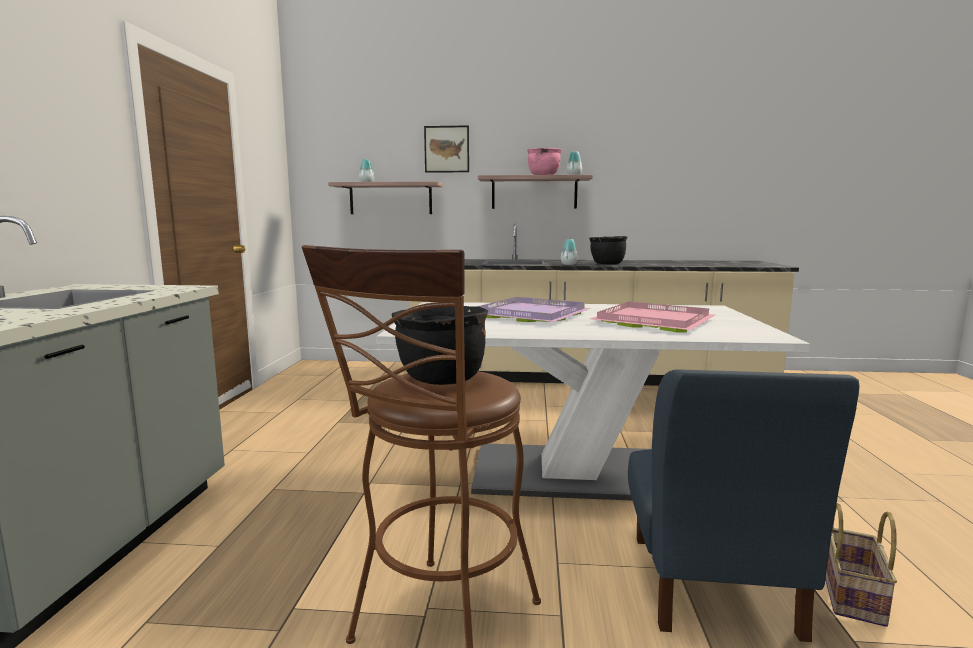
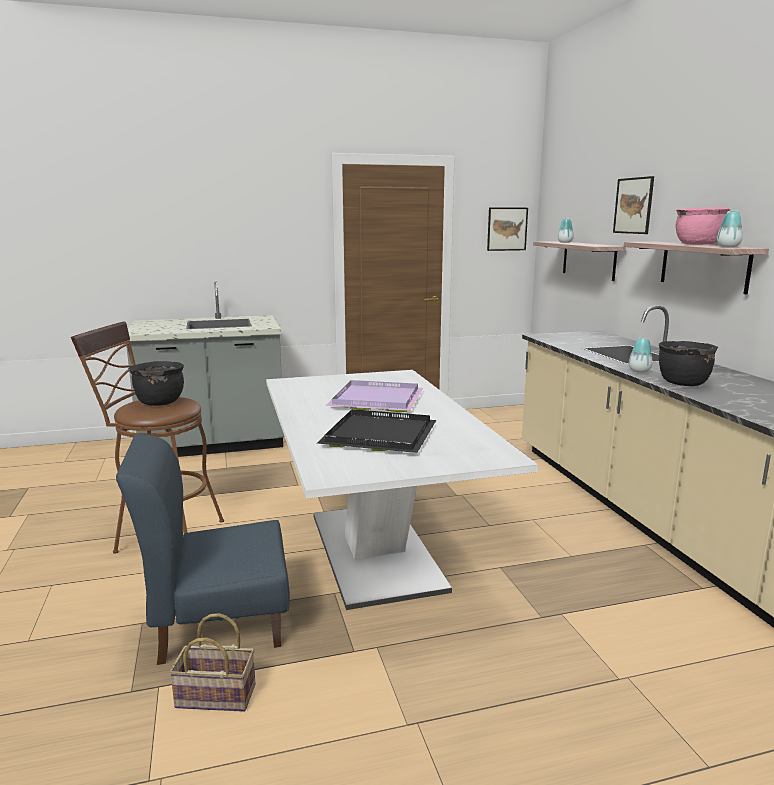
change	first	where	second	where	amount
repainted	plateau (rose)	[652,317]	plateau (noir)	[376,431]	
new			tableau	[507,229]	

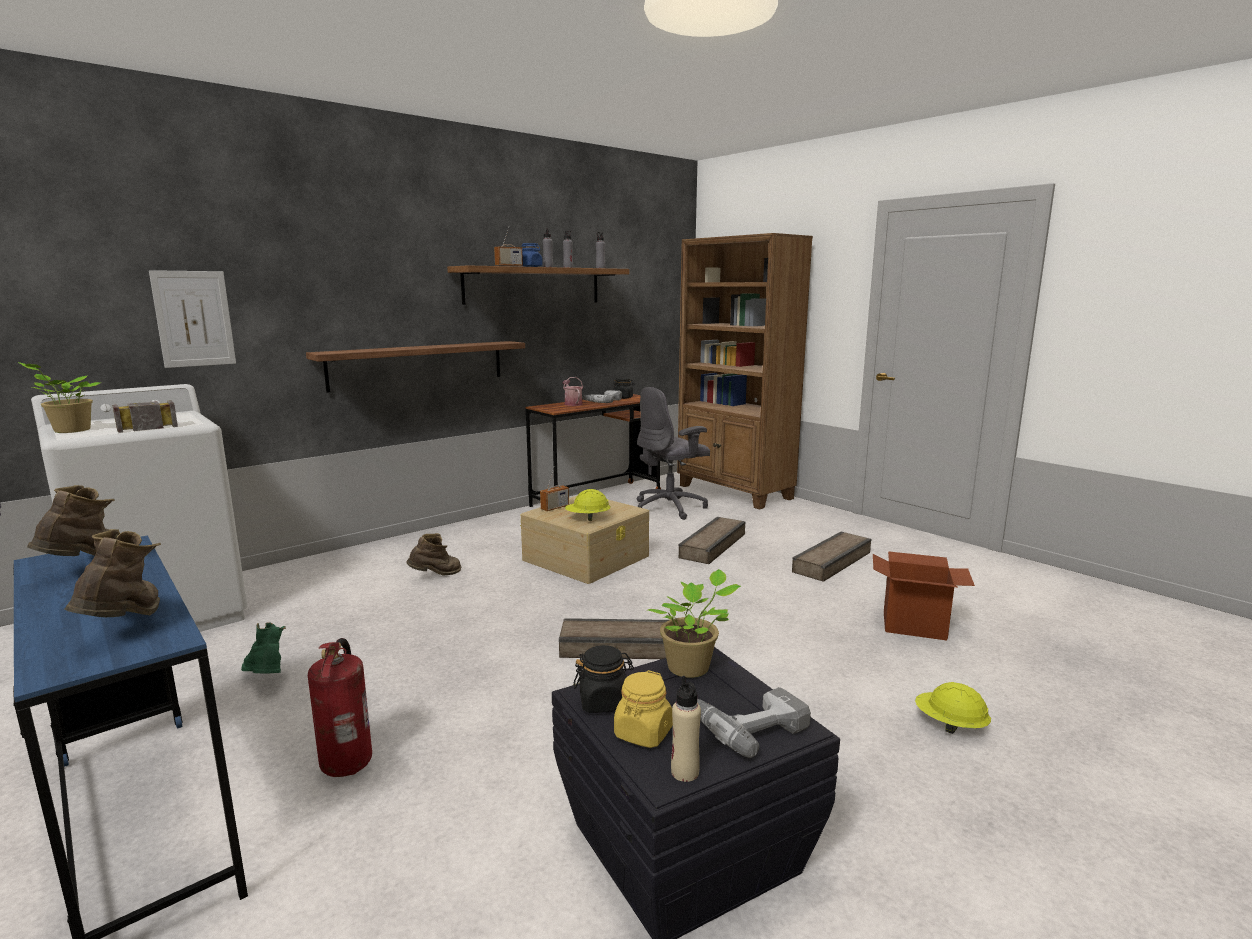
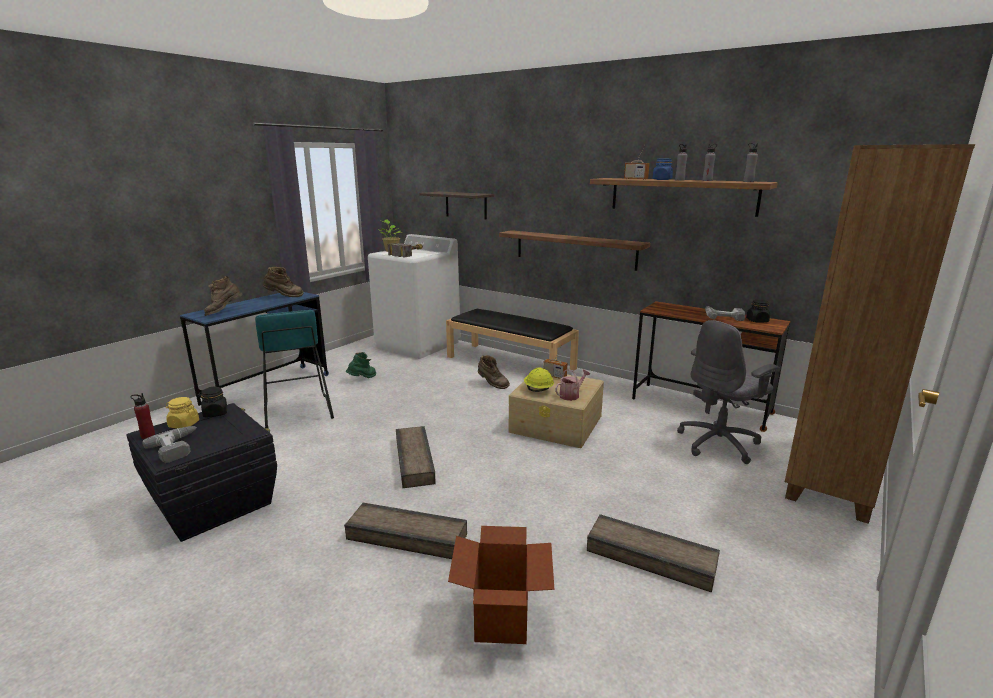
change	first	where	second	where	amount
swapped	tableau	[192,319]	étagère	[456,205]	
shifted	arrosoir	[572,391]		[572,385]	
rotated	chaise de bureau (gris)	[673,453]		[728,392]	75 degrees counterclockwise
shifted	caisse	[712,540]		[405,531]	
rotated	botte (marron)	[112,573]		[223,296]	150 degrees clockwise
gone	plante en pot	[694,623]			
swapped	extincteur	[340,707]	tabouret (turquoise)	[294,369]	
repainted	bouteille (beige)	[686,729]	bouteille (rouge)	[143,416]	
gone	casque de chantier (jaune)	[953,708]			
new			banc (noir)	[512,340]	

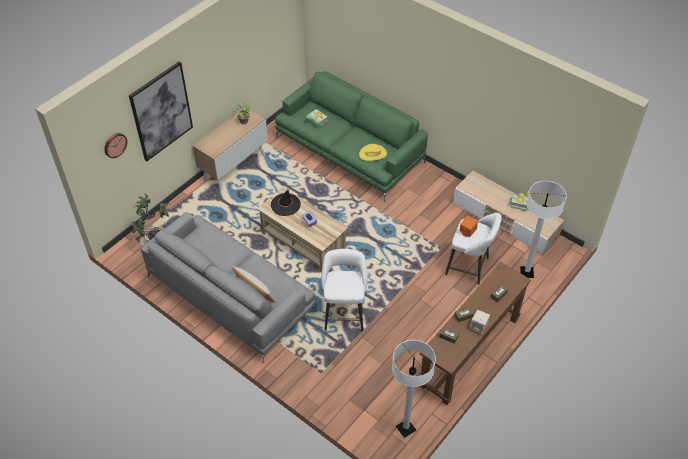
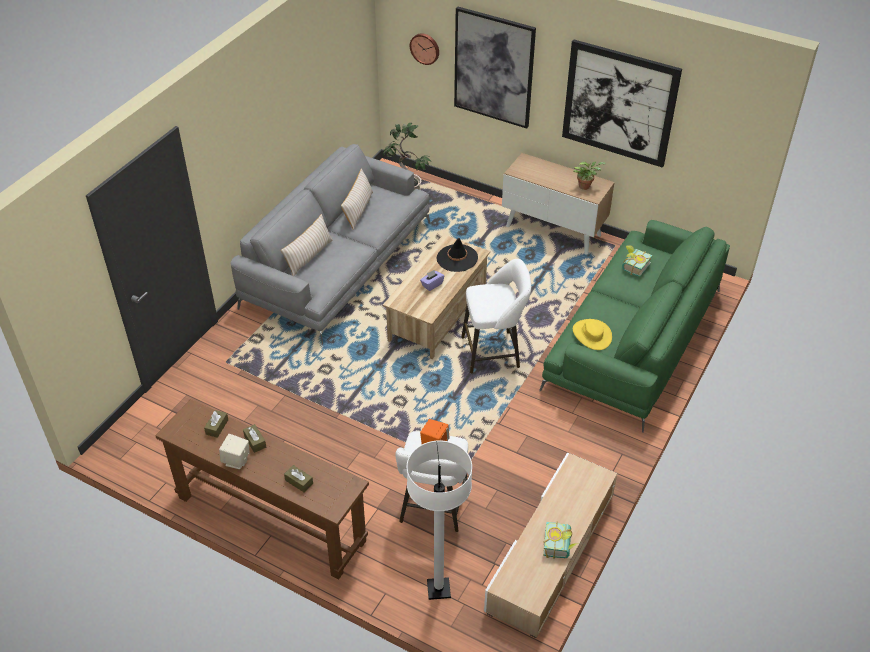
change	first	where	second	where	amount
shifted	tabouret (blanc)	[344,290]		[496,316]	
gone	lampadaire (blanc)	[414,389]			
new			tableau	[622,103]	
new			coussin (beige)	[357,199]	

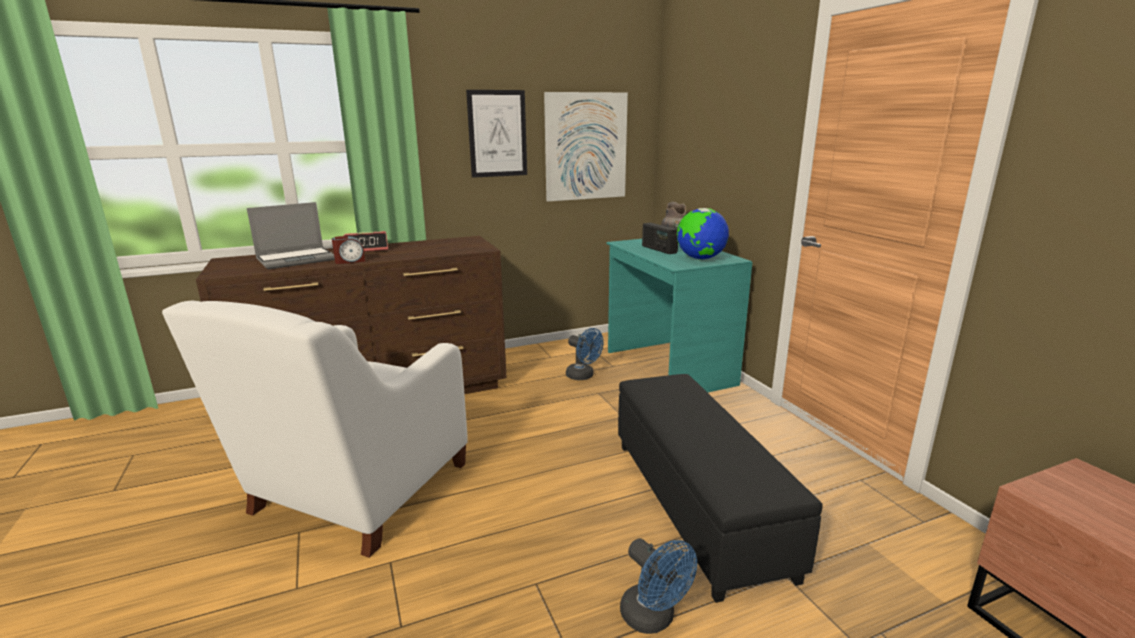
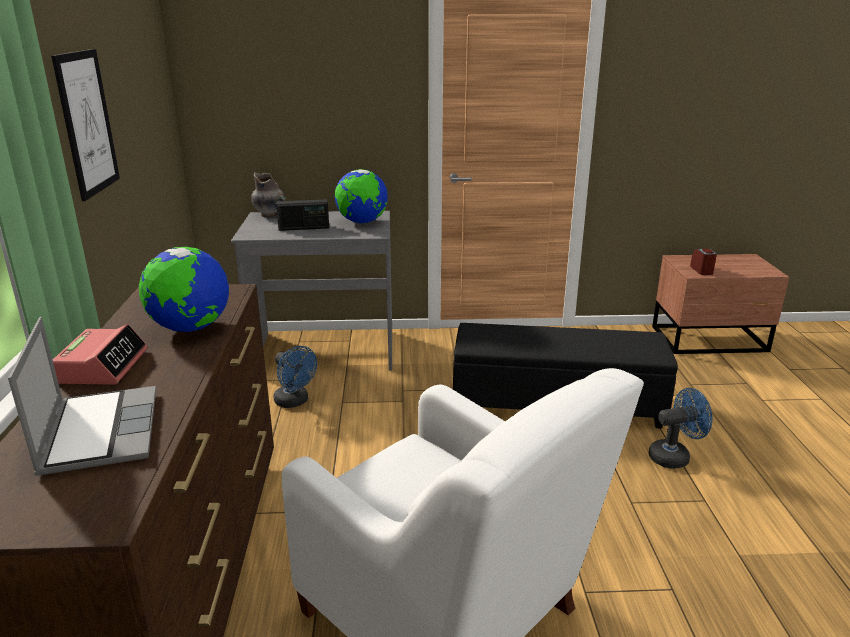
change	first	where	second	where	amount
gone	tableau	[586,147]			
shifted	réveil	[348,250]		[703,262]	
repainted	bureau (turquoise)	[679,316]	bureau (gris)	[311,291]	
rotated	ventilateur (bleu)	[584,354]		[295,377]	75 degrees clockwise
new			globe	[184,289]	

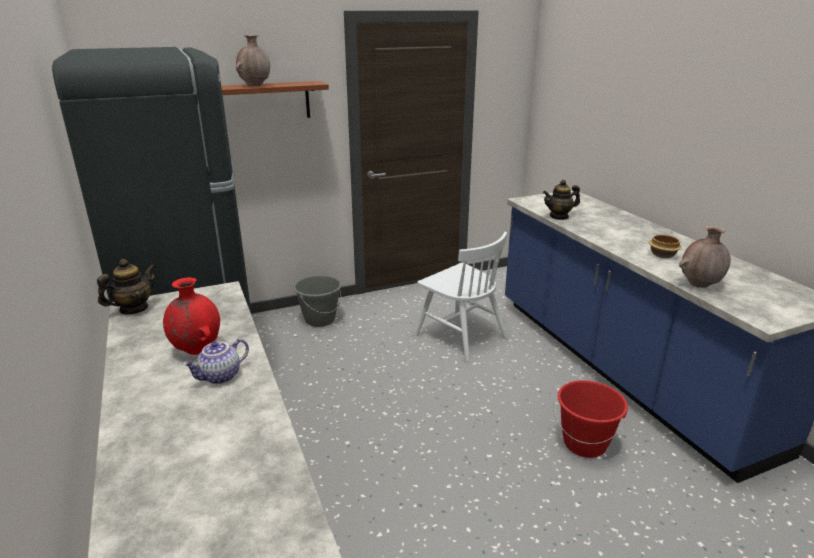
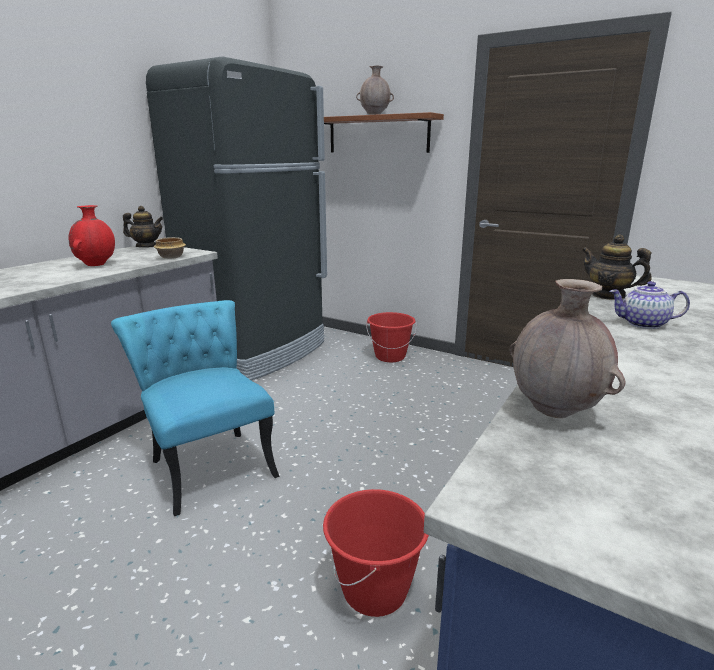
change	first	where	second	where	amount
gone	chaise (blanc)	[461,297]			
shifted	bol	[665,246]		[170,248]	
repainted	seau (gris)	[317,301]	seau (rouge)	[391,337]	
shifted	théière	[215,361]		[649,305]	
new			chaise (turquoise)	[195,408]	

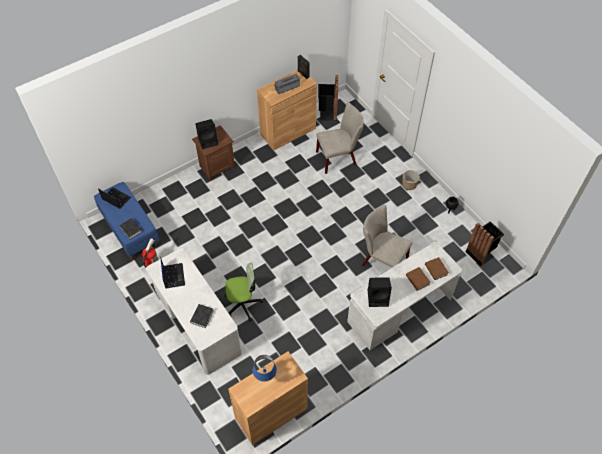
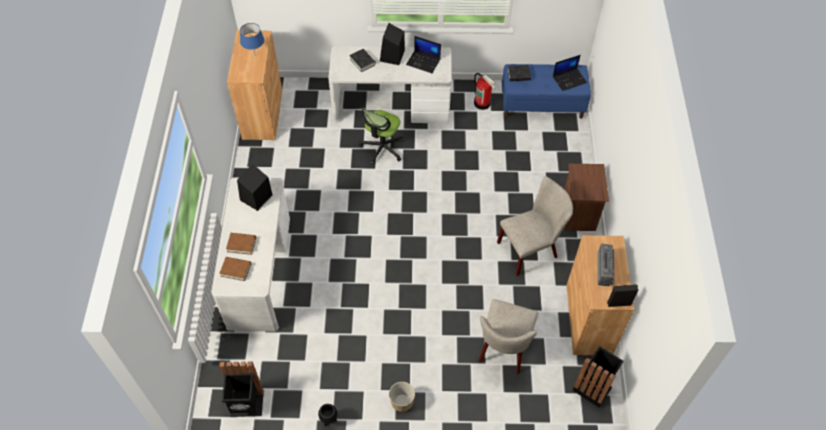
change	first	where	second	where	amount
shifted	enceinte (noir)	[206,134]		[392,44]	
shifted	chaise (beige)	[387,236]		[535,226]	

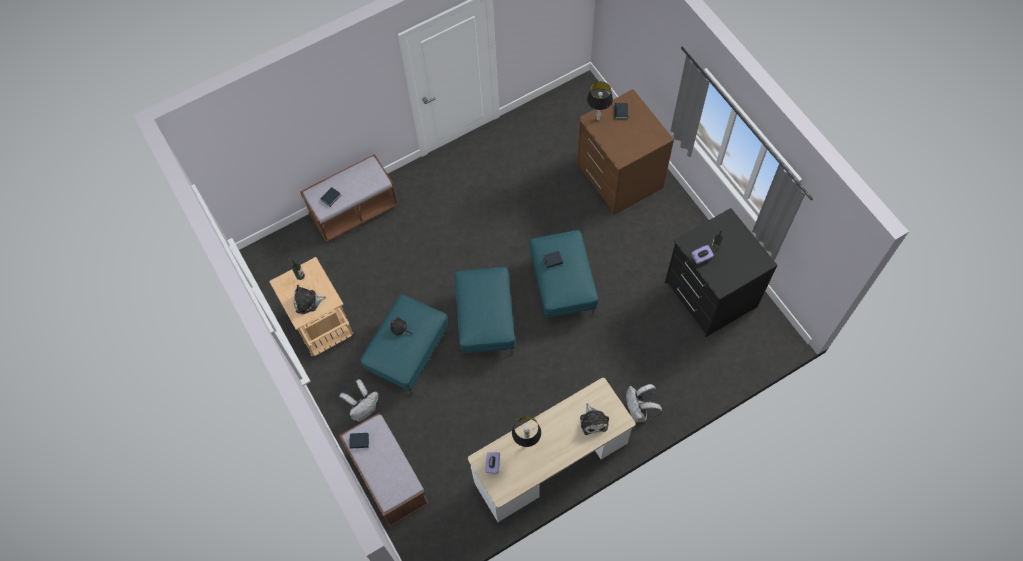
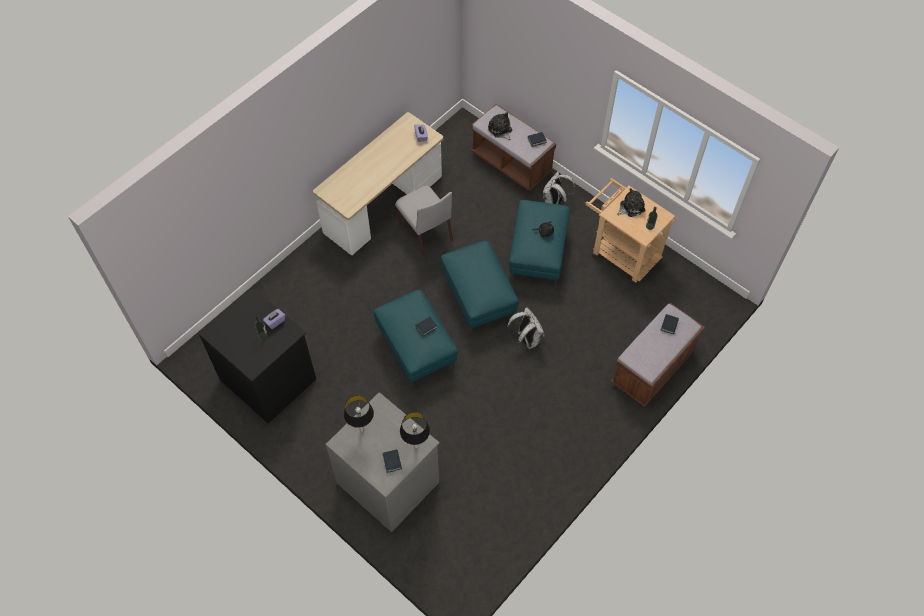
change	first	where	second	where	amount
repainted	commode (marron)	[625,152]	commode (gris)	[382,462]	
shifted	sac à dos (blanc)	[644,403]		[525,328]	
shifted	peluche	[594,419]		[500,126]	
shifted	lampe de table	[526,431]		[359,413]	
new			chaise (gris)	[424,220]	

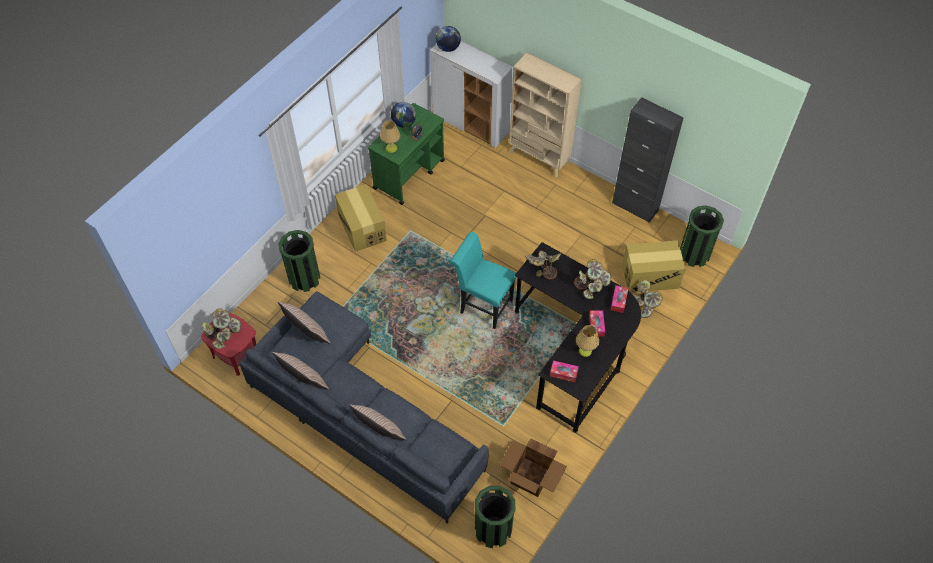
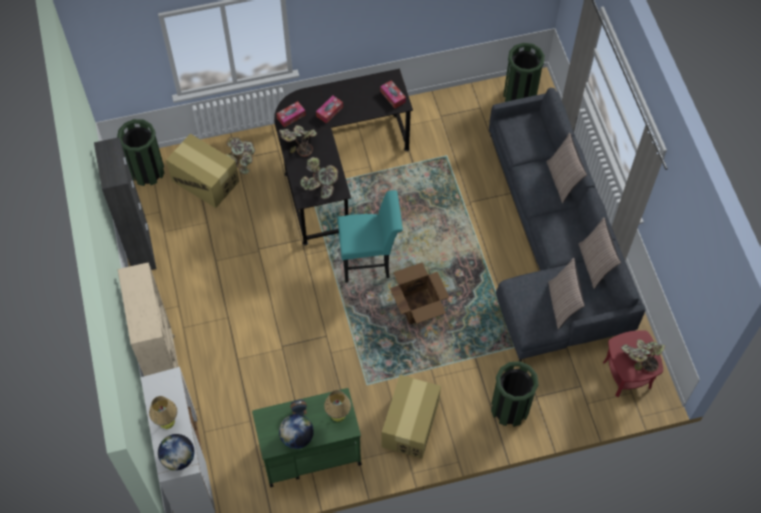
change	first	where	second	where	amount
rotated	chaise (turquoise)	[483,280]		[370,236]	75 degrees counterclockwise
shifted	lampe de table	[587,341]		[163,412]	
shifted	carton	[533,467]		[419,293]	

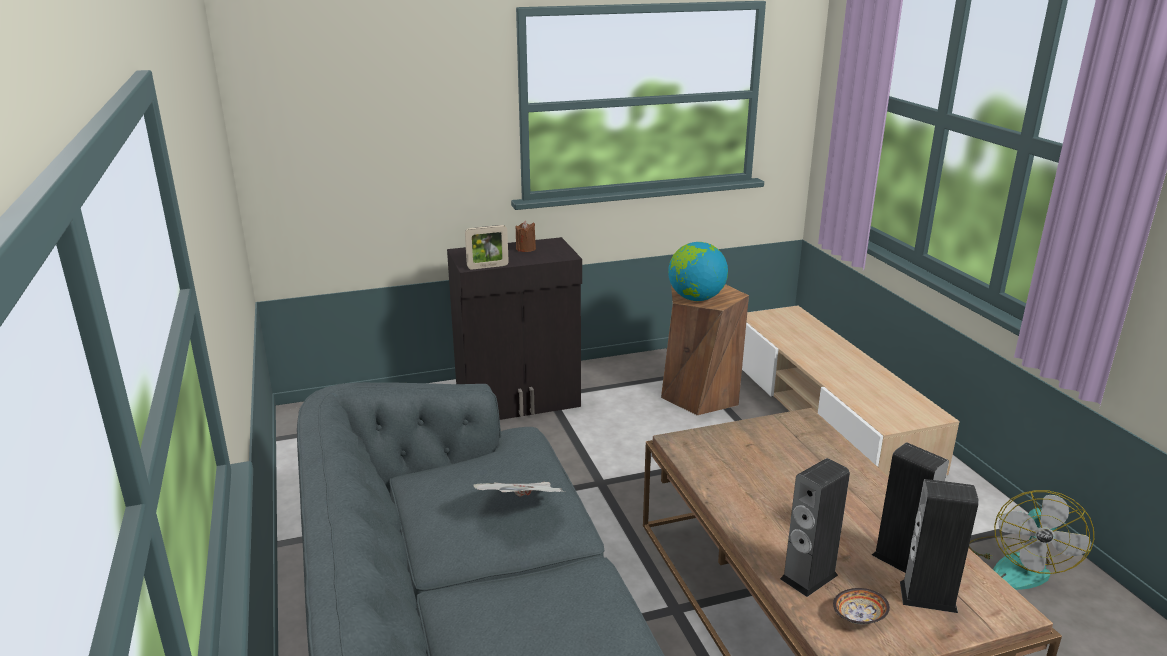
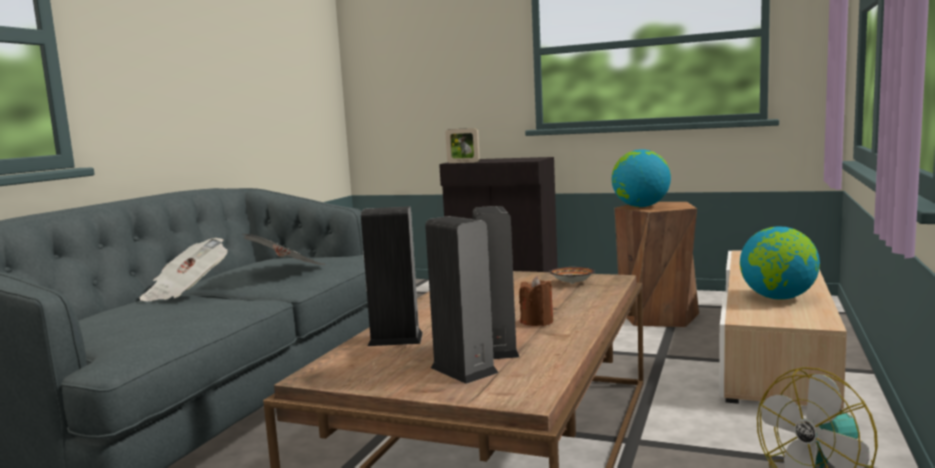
change	first	where	second	where	amount
shifted	bougie (marron)	[526,236]		[536,301]	
shifted	bol	[861,606]		[572,275]	
new			globe	[780,263]	
new			journal	[184,269]	

